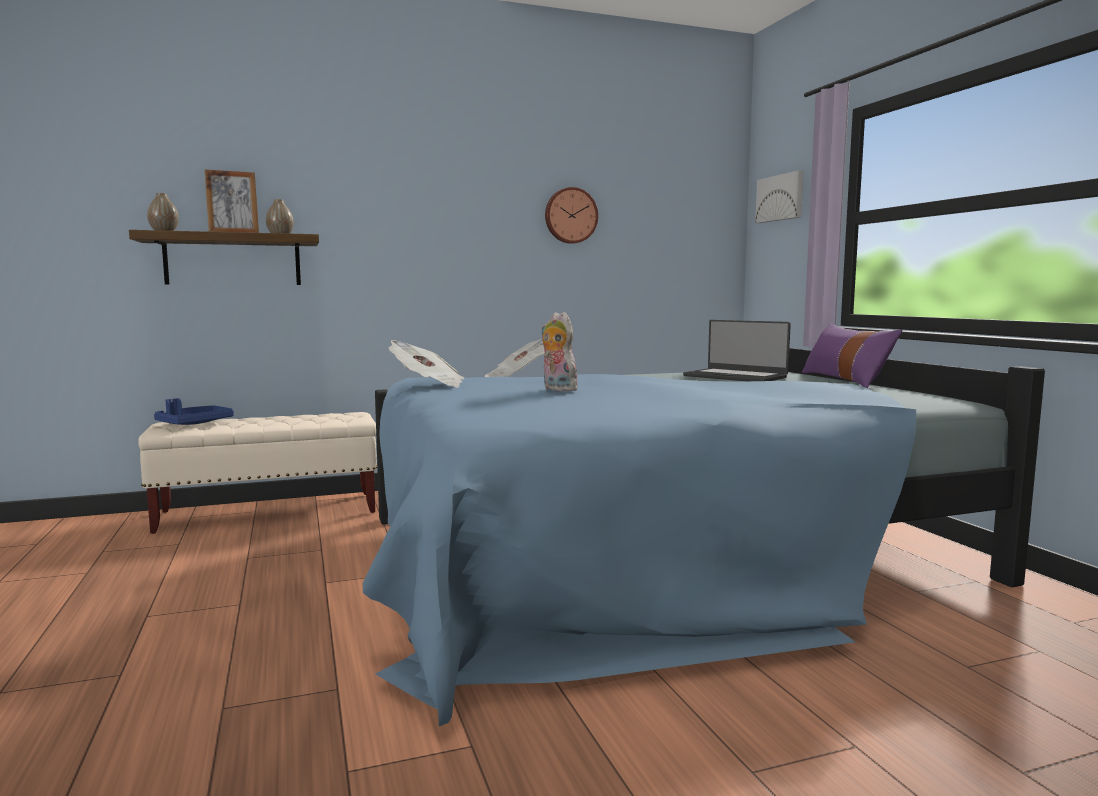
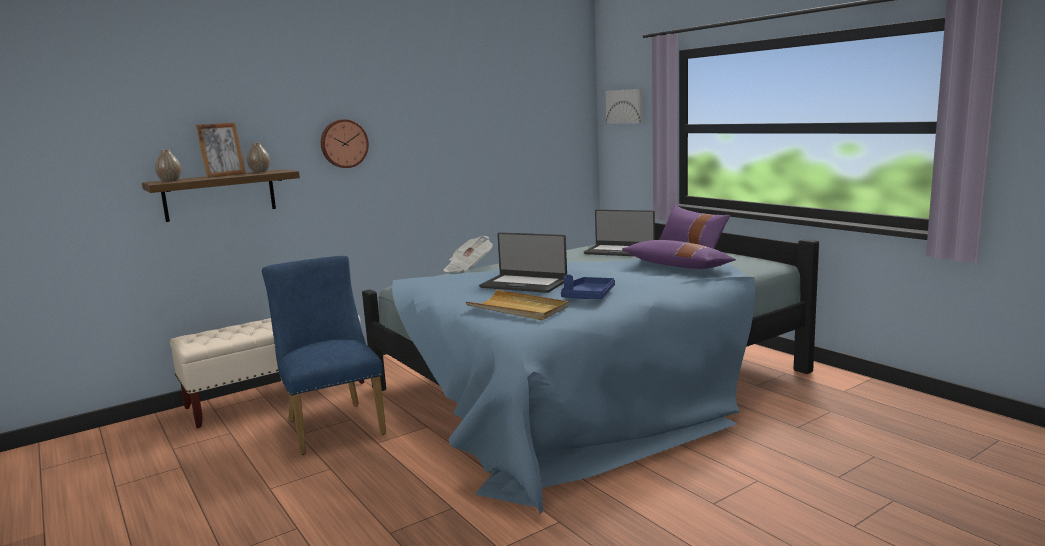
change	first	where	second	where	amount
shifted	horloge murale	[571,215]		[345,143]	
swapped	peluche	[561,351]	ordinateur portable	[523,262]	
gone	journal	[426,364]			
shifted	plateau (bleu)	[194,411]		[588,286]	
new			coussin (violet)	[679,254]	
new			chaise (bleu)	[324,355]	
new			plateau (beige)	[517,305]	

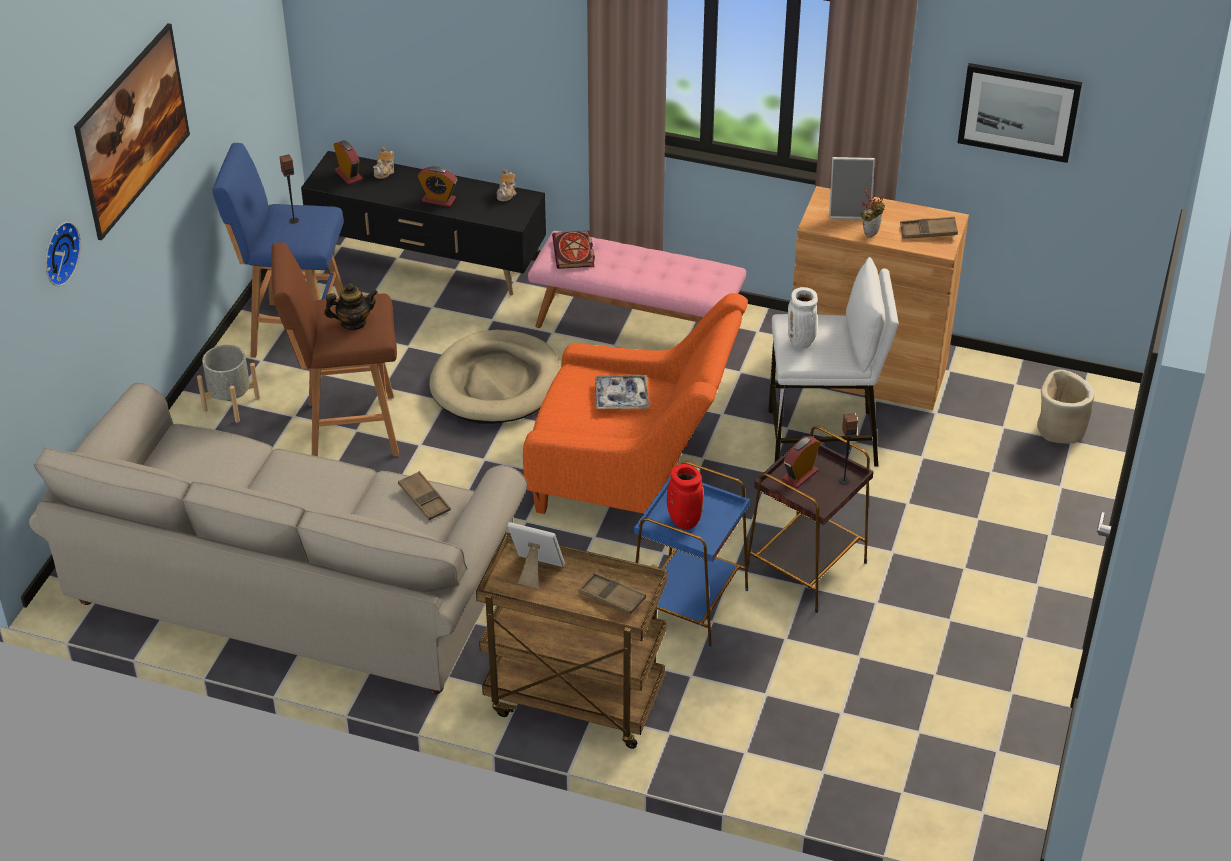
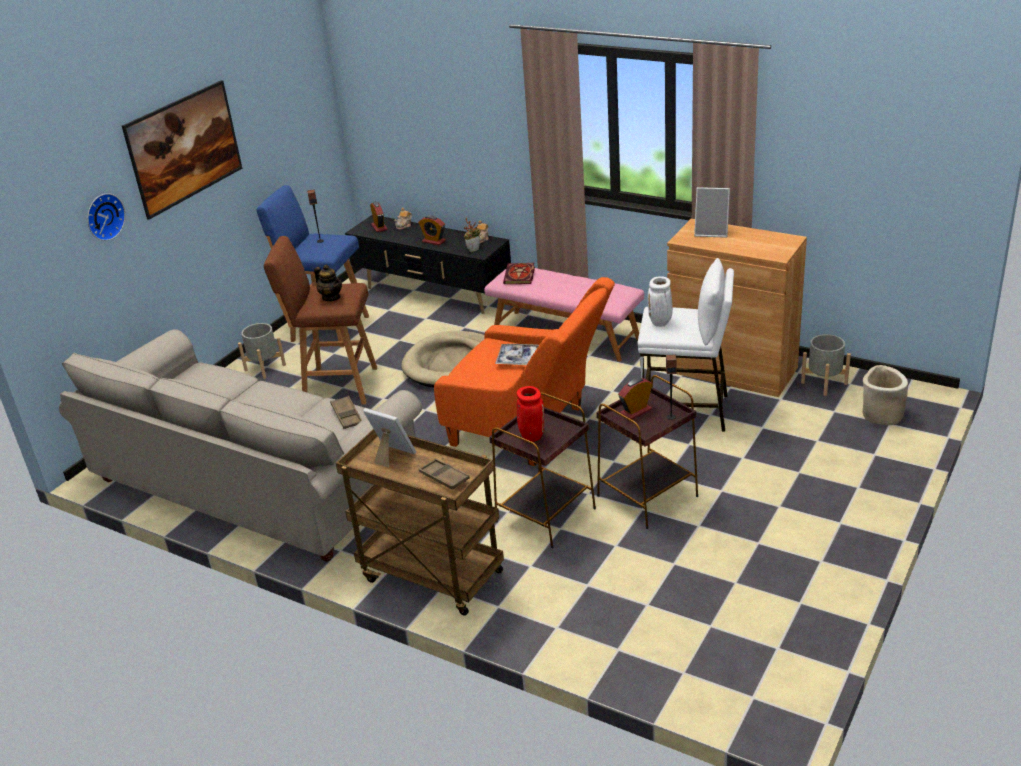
change	first	where	second	where	amount
gone	tableau	[1019,113]			
shifted	plante en pot	[873,212]		[472,235]	
gone	plateau (marron)	[929,228]			
rotated	théière	[351,306]		[328,283]	45 degrees clockwise
repainted	table d'appoint (bleu)	[692,555]	table d'appoint (marron)	[542,470]	
new			cache-pot (gris)	[826,365]	

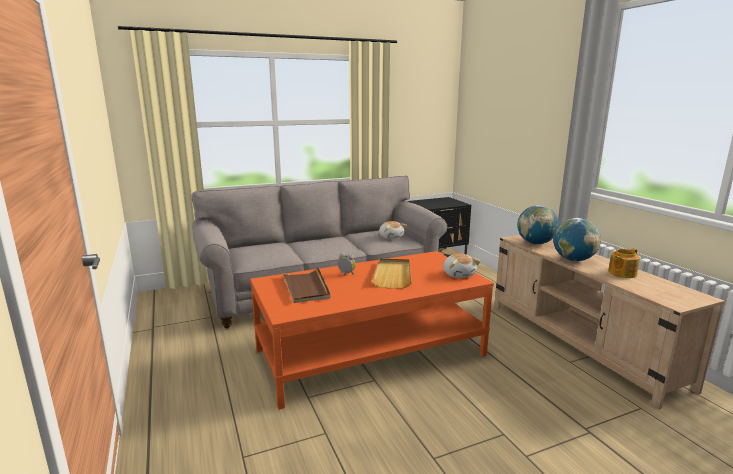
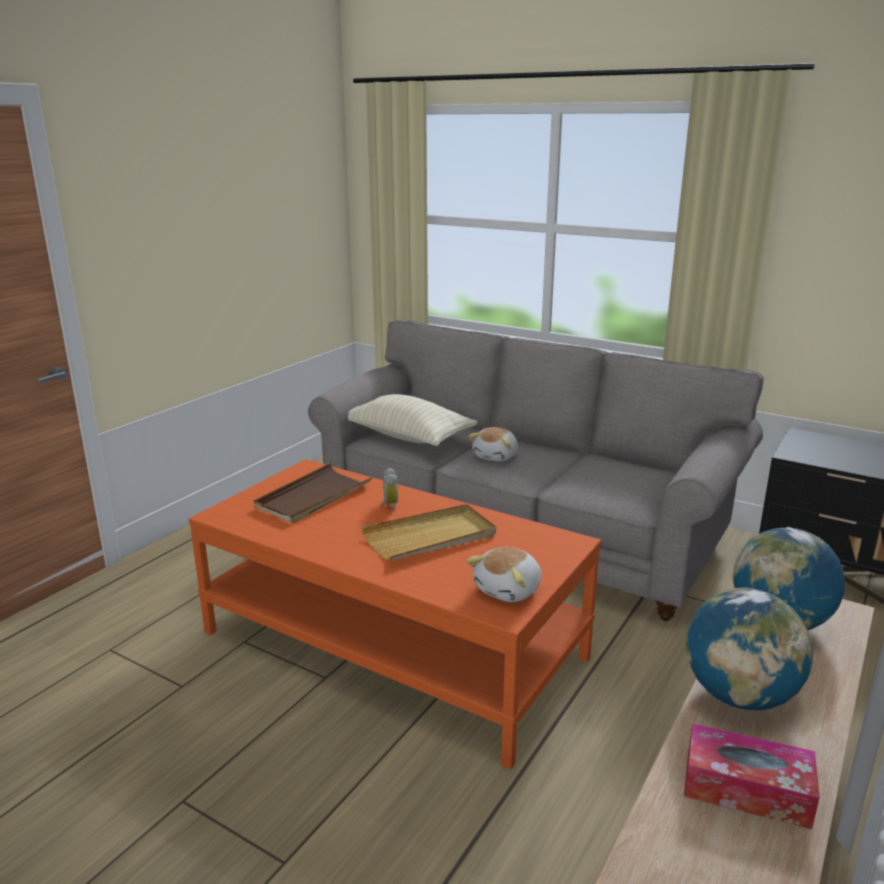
change	first	where	second	where	amount
shifted	peluche	[393,230]		[493,444]	
swapped	théière	[624,263]	boîte à mouchoirs	[752,776]	
new			coussin (beige)	[413,420]	

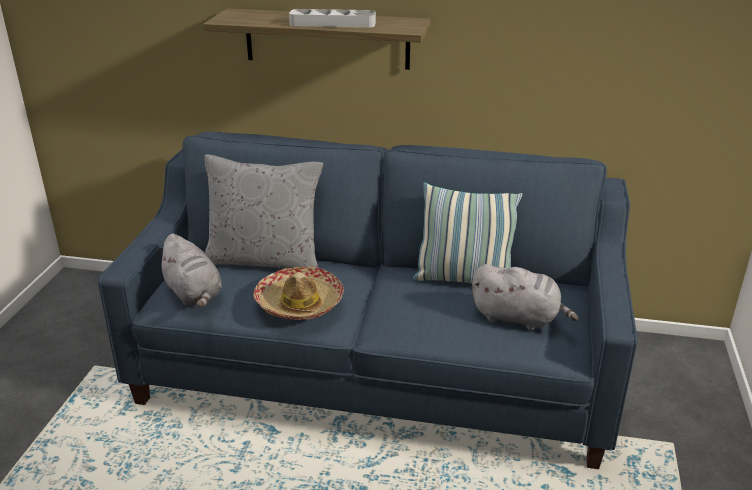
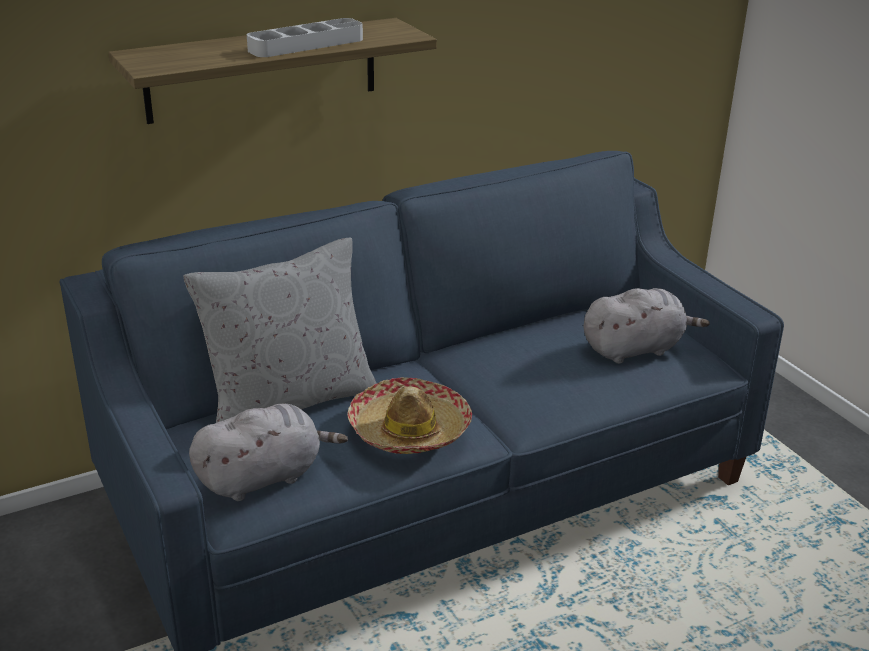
change	first	where	second	where	amount
gone	coussin	[468,232]			
rotated	peluche (gris)	[189,271]		[268,452]	45 degrees counterclockwise

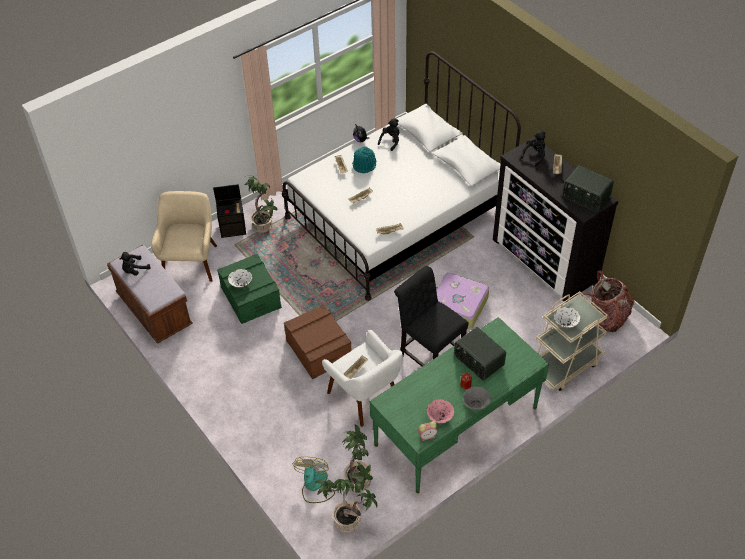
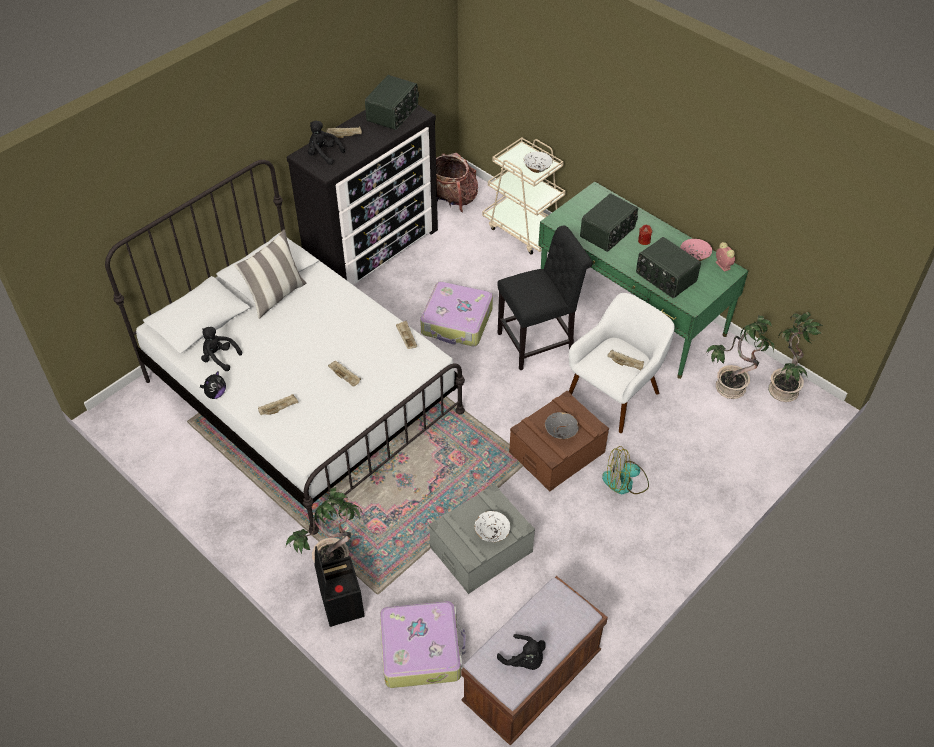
change	first	where	second	where	amount
gone	chapeau (turquoise)	[364,160]			
swapped	fauteuil (beige)	[184,236]	valise	[423,644]	
repainted	boîte de rangement (vert)	[249,289]	boîte de rangement (gris)	[482,539]	
rotated	chaise (noir)	[431,316]		[545,298]	150 degrees counterclockwise
shifted	bol (gris)	[477,398]		[562,426]	
shifted	ventilateur	[314,480]		[625,470]	
new			coussin	[270,274]	
new			radio	[668,267]	

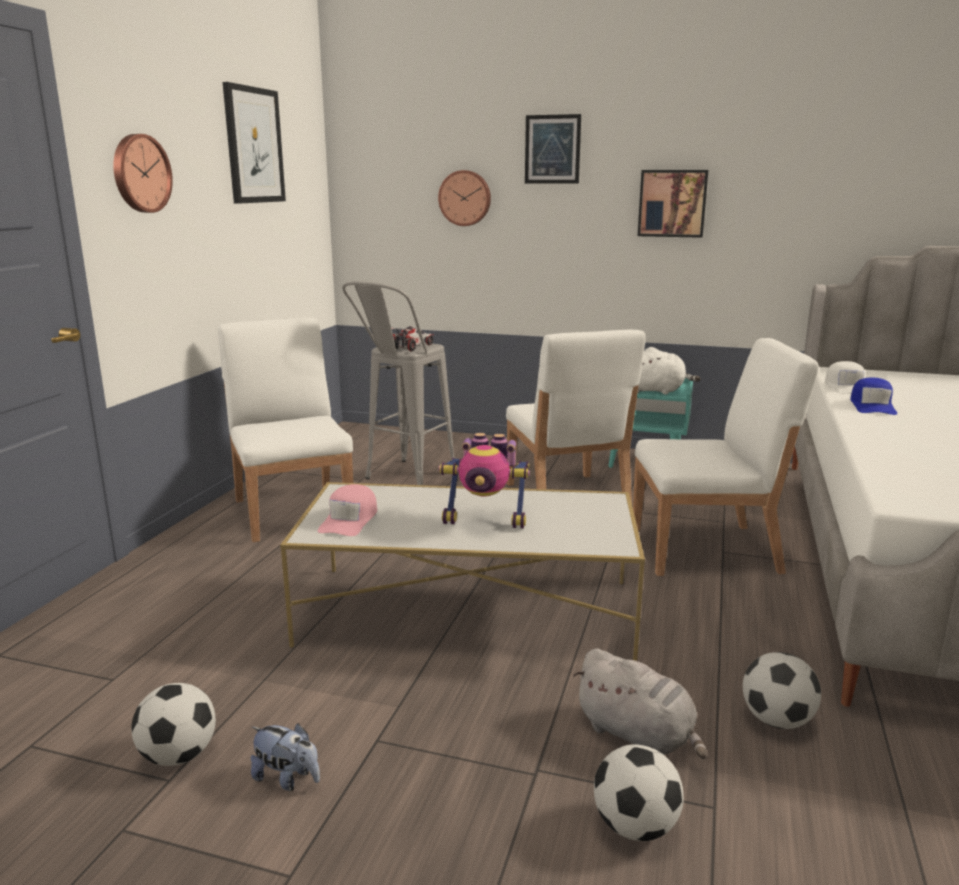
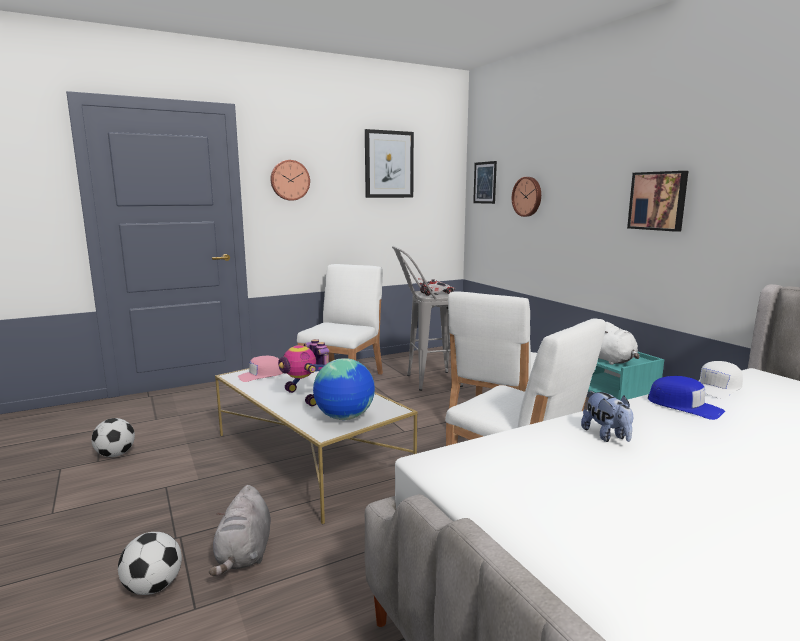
change	first	where	second	where	amount
shifted	tableau	[553,148]		[485,182]	
rotated	casquette (bleu)	[873,396]		[686,398]	105 degrees counterclockwise
gone	ballon de foot	[782,690]			
shifted	peluche	[285,757]		[607,416]	
new			globe	[344,389]	

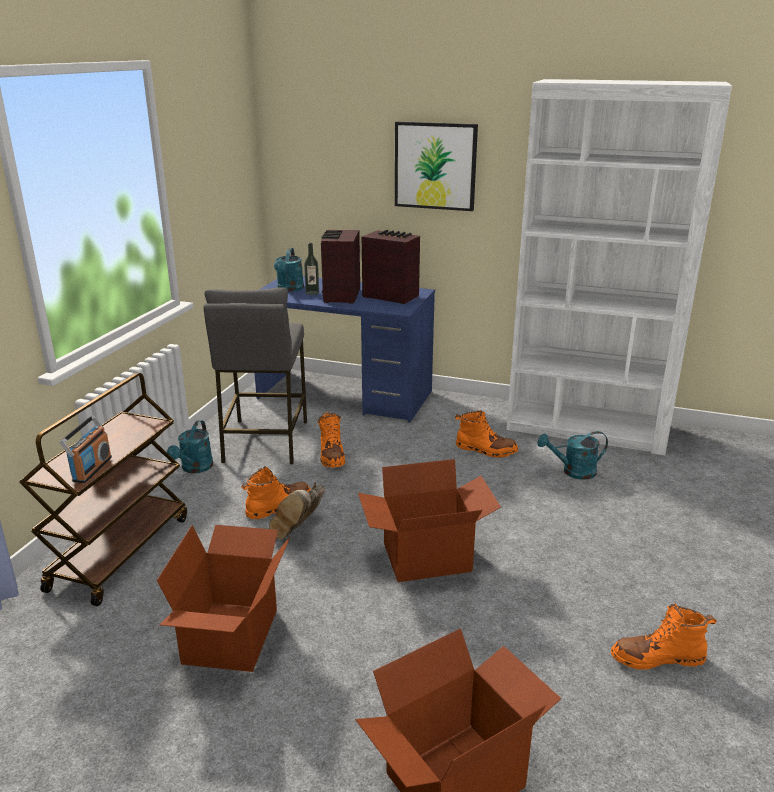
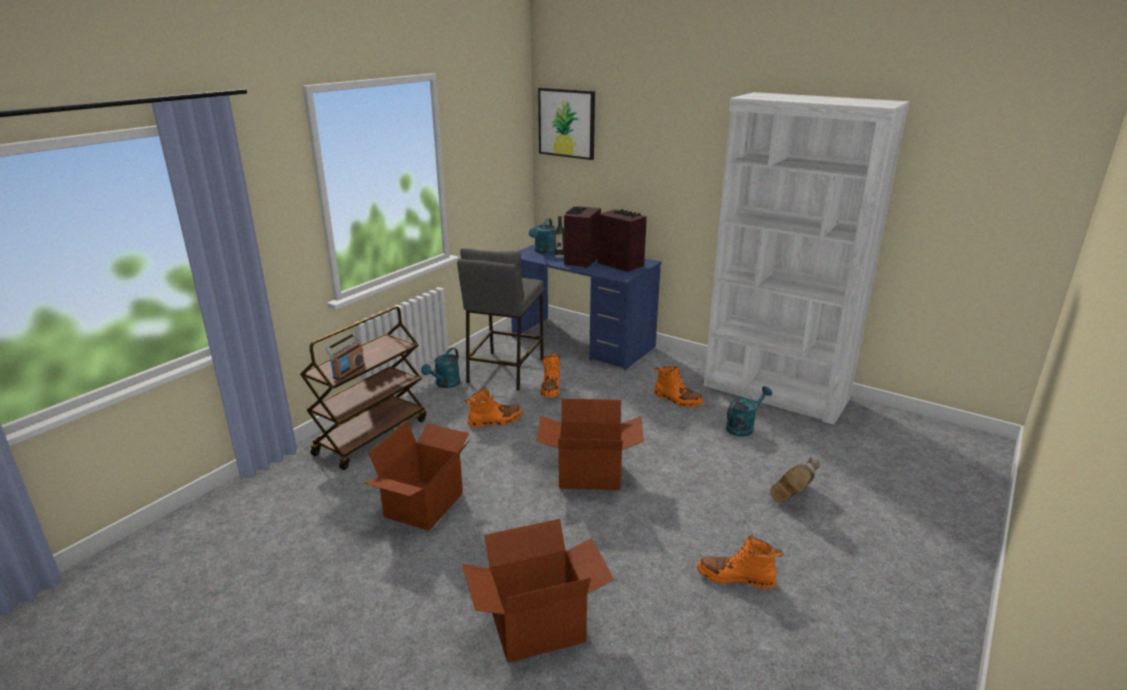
change	first	where	second	where	amount
shifted	tableau	[436,166]		[566,124]	
rotated	arrosoir (turquoise)	[573,455]		[749,411]	135 degrees clockwise
shifted	botte (marron)	[297,510]		[795,480]	

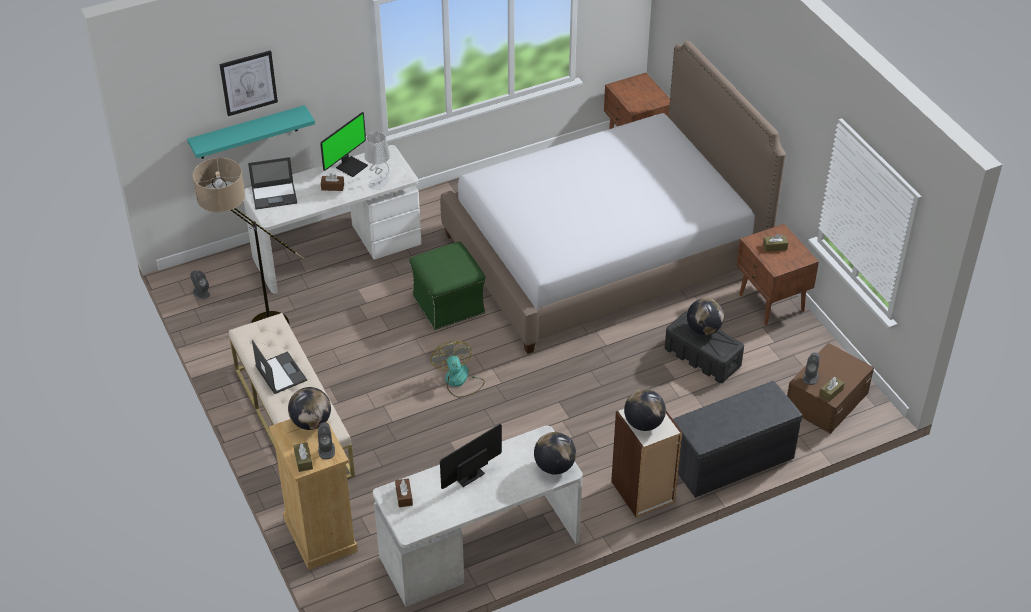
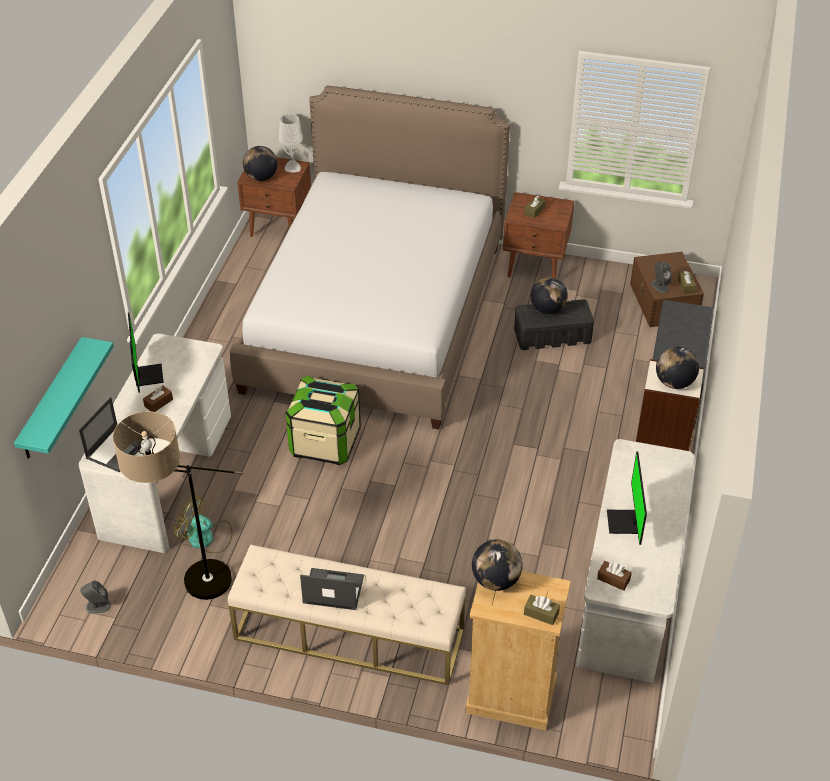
change	first	where	second	where	amount
gone	tableau	[248,83]			
shifted	lampe de table (gris)	[377,160]		[291,143]	
swapped	pouf (vert)	[447,286]	boîte de rangement	[323,420]	
shifted	ventilateur	[458,369]		[203,524]	
gone	enceinte (gris)	[326,440]			
shifted	globe	[555,453]		[260,163]	

